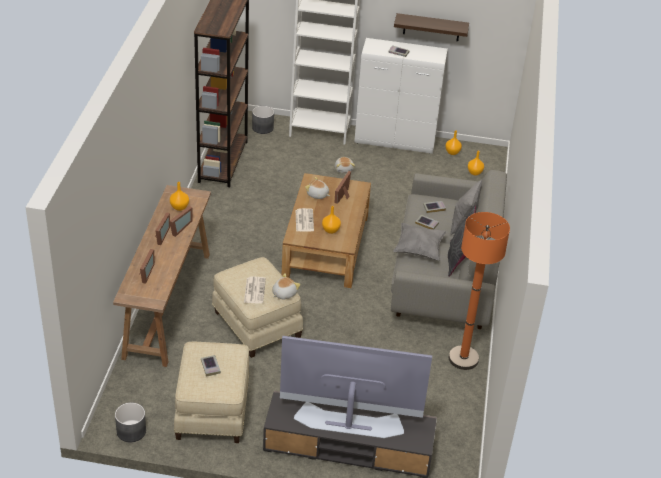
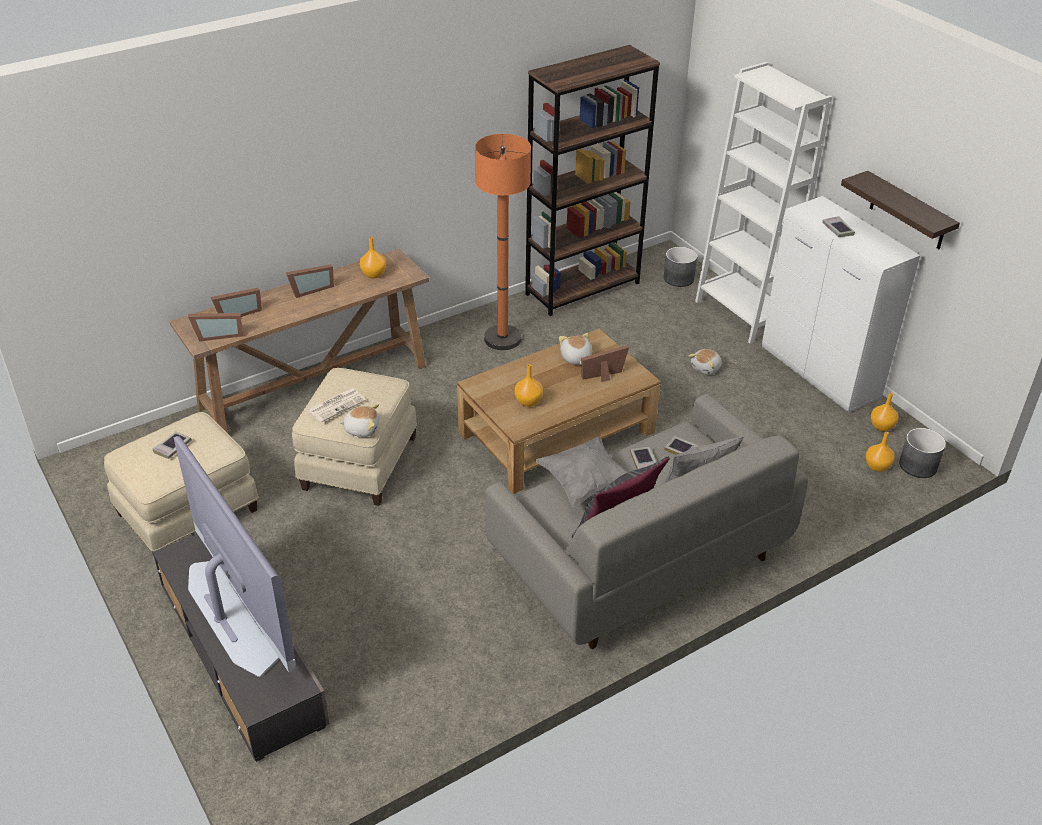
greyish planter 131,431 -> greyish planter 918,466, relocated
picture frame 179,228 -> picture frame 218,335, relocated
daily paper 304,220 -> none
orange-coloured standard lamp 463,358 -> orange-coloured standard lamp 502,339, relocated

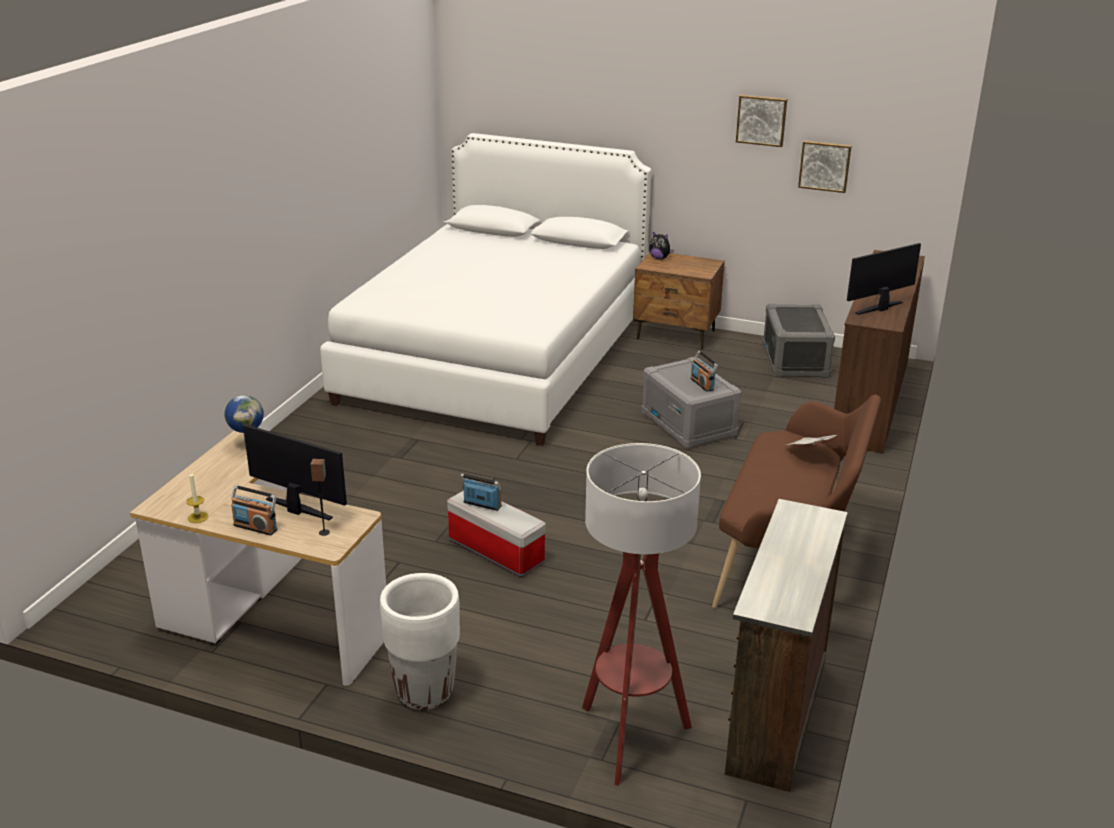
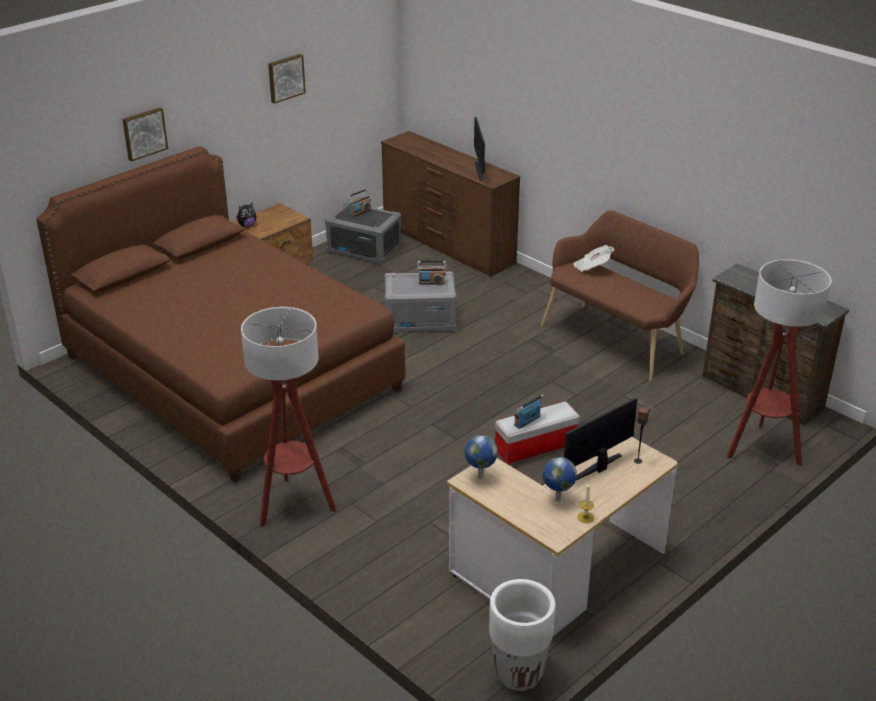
radio set 255,527 -> radio set 360,212, relocated
white bedroom bed 497,359 -> brown-coloured bedroom bed 231,373
white planter 424,693 -> white planter 518,674, relocated
wall picture 825,166 -> wall picture 144,133, relocated
none -> standard lamp 294,504
none -> desk globe 557,499

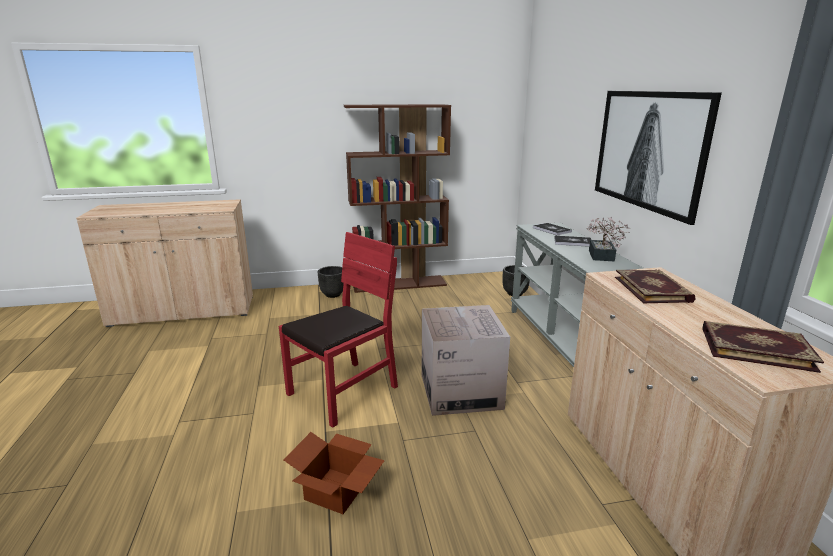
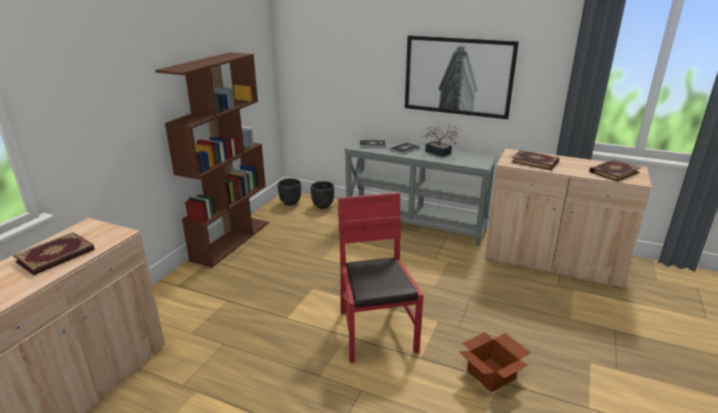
black-coloured planter 333,294 -> black-coloured planter 290,202, relocated
cardboard box 460,391 -> none
none -> bound book 56,256

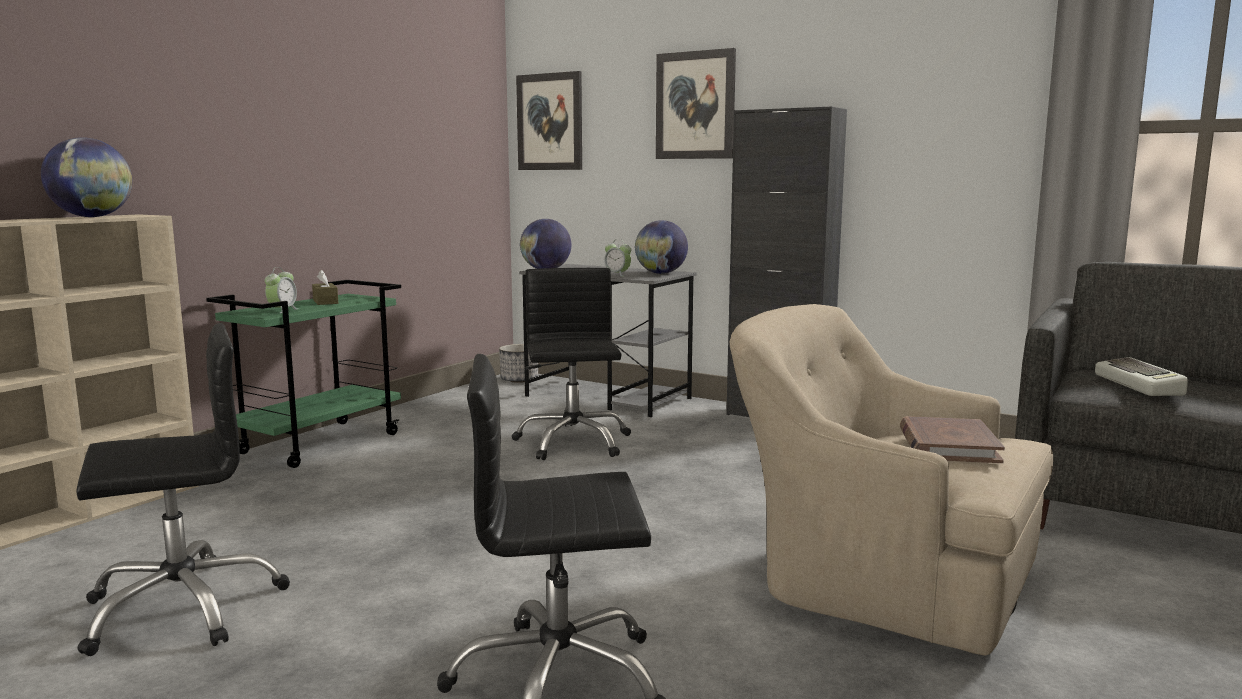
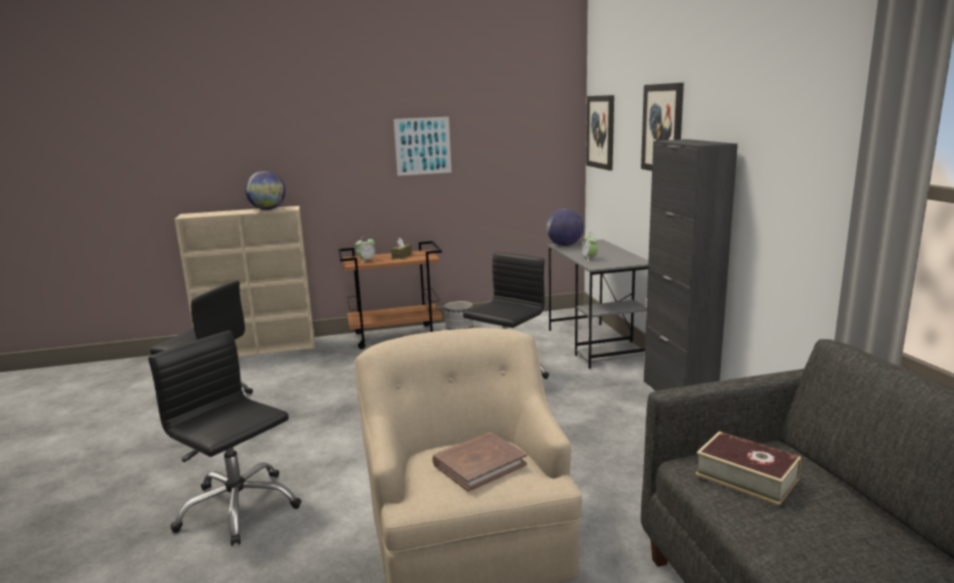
green trolley 320,443 -> brown-coloured trolley 396,336
planter 519,380 -> planter 459,328, relocated
desk globe 661,273 -> none
computer keyboard 1141,385 -> bound book 746,477
none -> wall picture 423,146

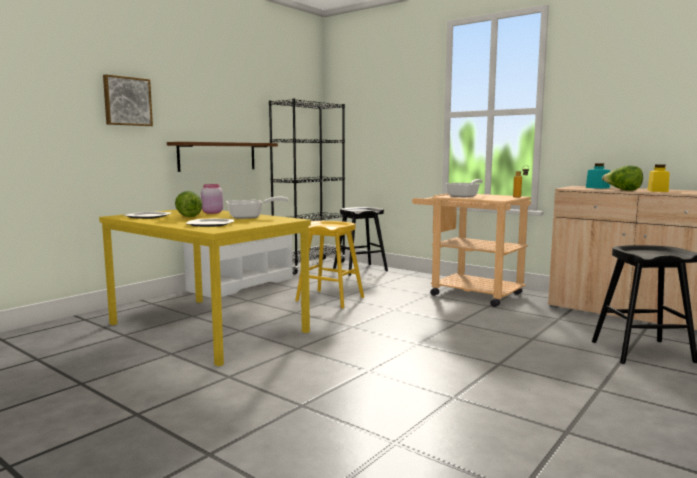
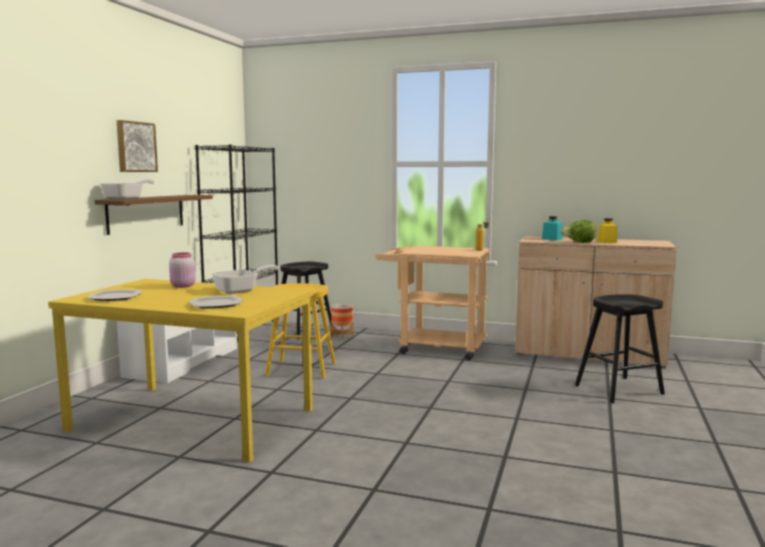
wall picture 127,101 -> wall picture 135,147, relocated
lettuce 188,216 -> none
frying pan 465,196 -> frying pan 127,198, relocated
none -> planter 342,335

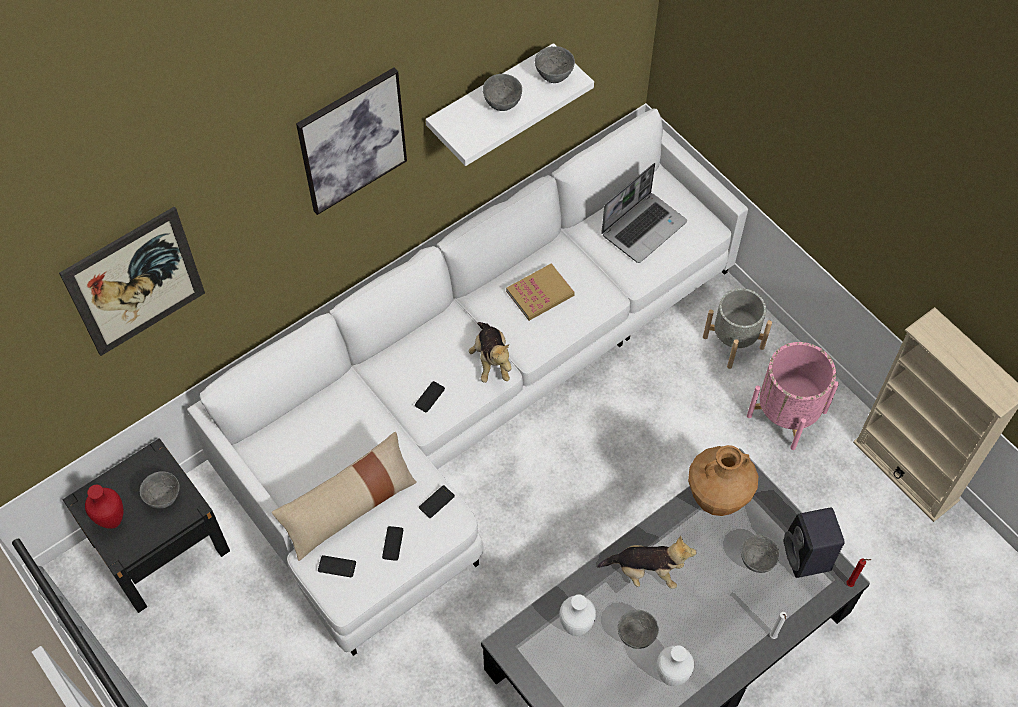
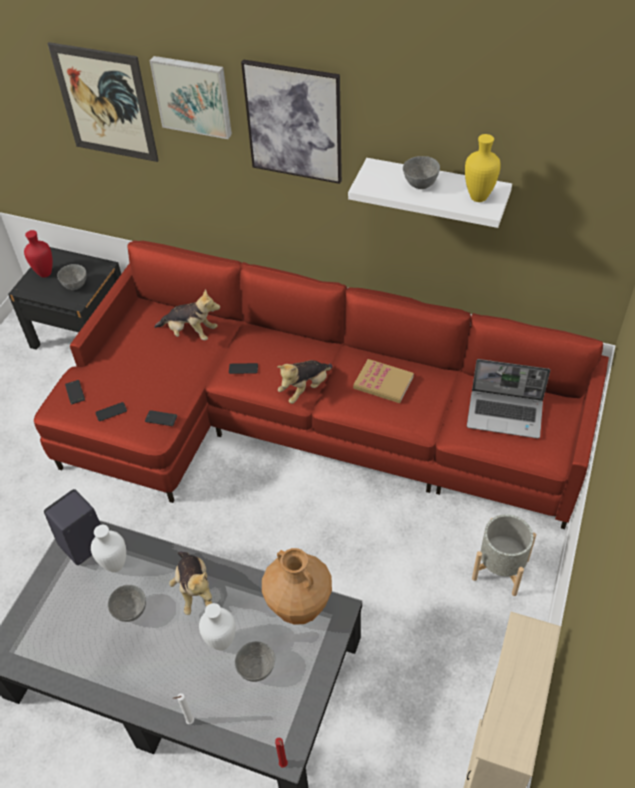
white settee 469,397 -> red-coloured settee 306,424
beige throw pillow 350,508 -> none
greyish serving bowl 554,77 -> yellow flower vase 477,198
white flower vase 672,676 -> white flower vase 222,643, relocated
pink planter 786,414 -> none
black-coloured loudspeaker 808,557 -> black-coloured loudspeaker 82,545, relocated
none -> wall picture 193,95
none -> soft toy 190,332

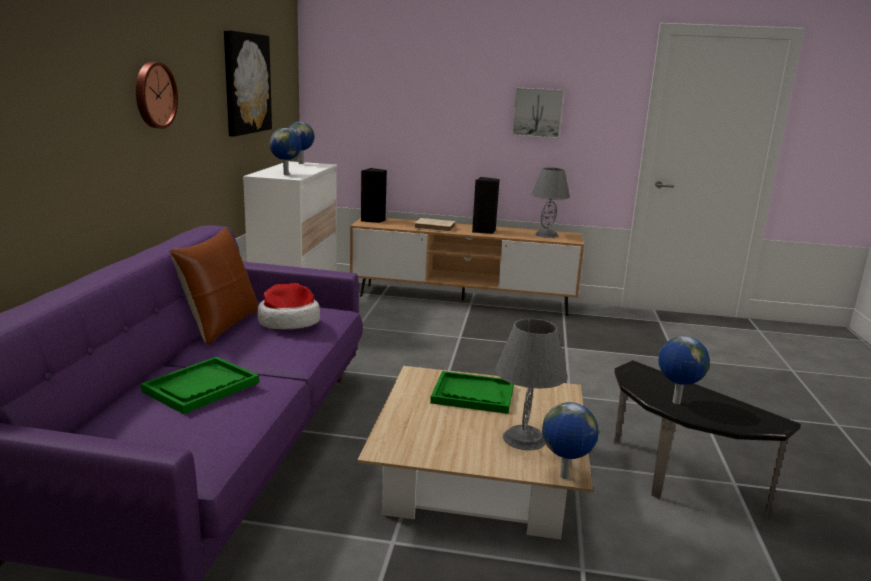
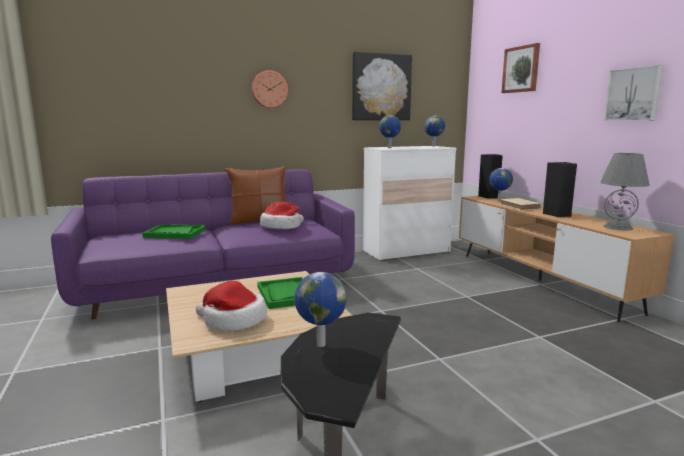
greyish lamp for a table 525,438 -> clothing hat 233,320
desk globe 564,477 -> desk globe 498,201, relocated
none -> wall picture 521,69

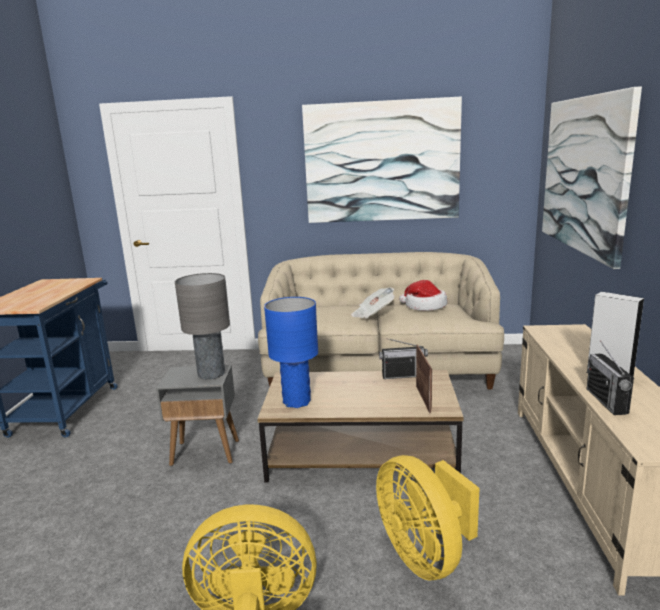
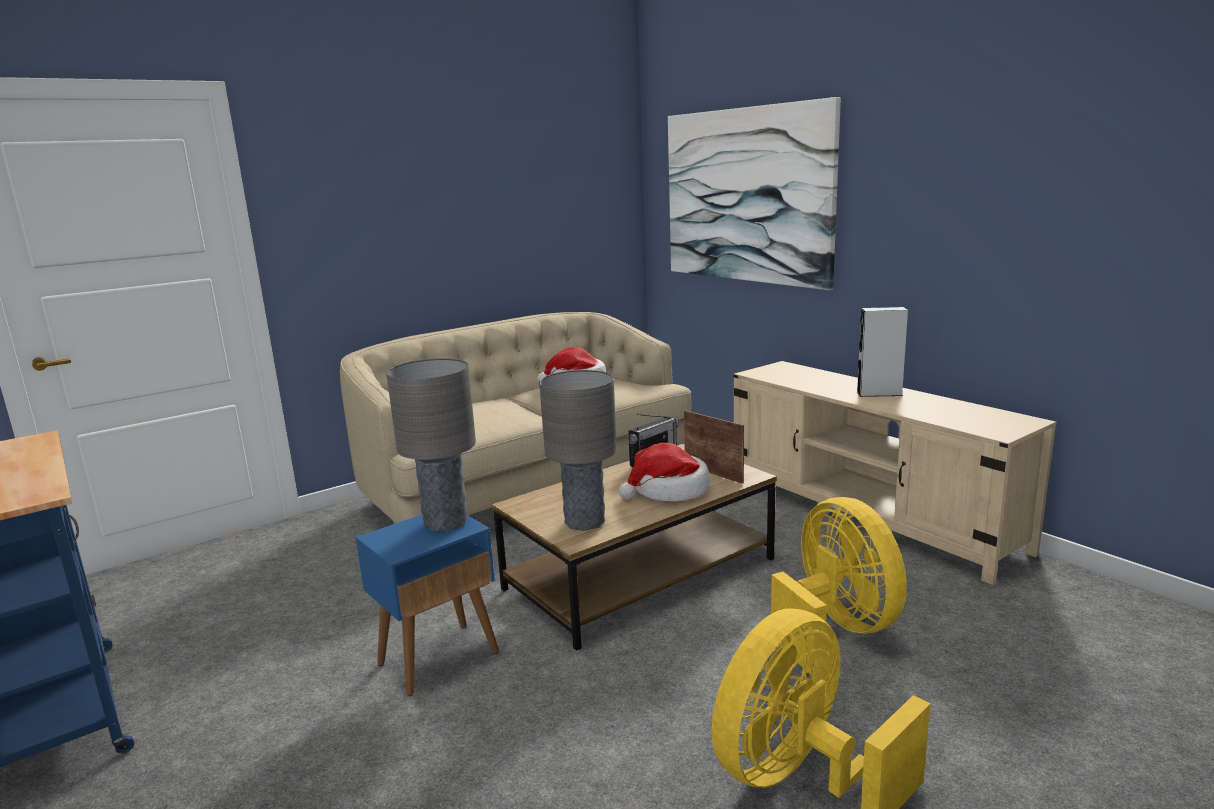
greyish end table 206,452 -> bluish end table 439,657
bluish lamp for a table 296,401 -> greyish lamp for a table 584,522
wall picture 381,162 -> none
daily paper 373,314 -> none
yellow cooling fan 425,555 -> yellow cooling fan 835,630, 135 degrees counterclockwise
radio set 606,401 -> none
none -> clothing hat 668,490

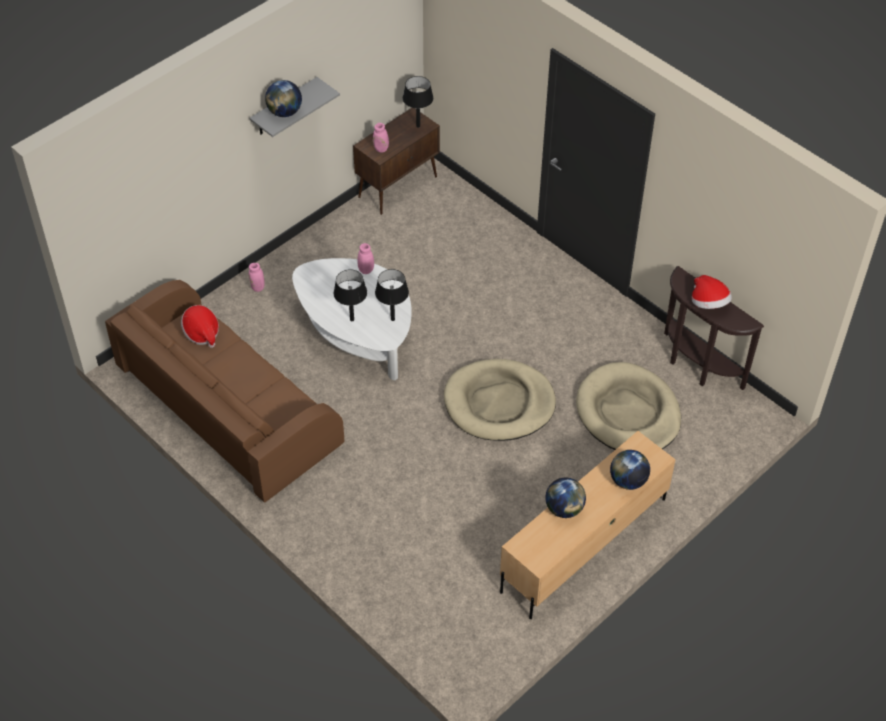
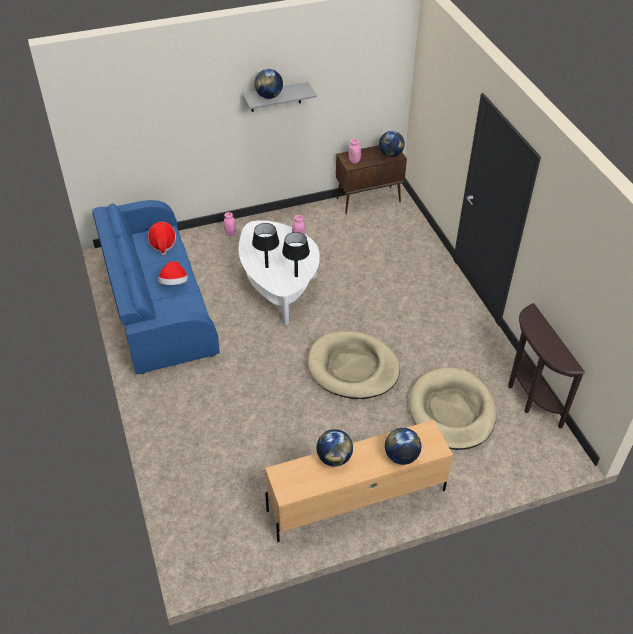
brown-coloured settee 227,407 -> bluish settee 157,302
black-coloured lamp for a table 418,126 -> desk globe 390,154
clothing hat 709,303 -> clothing hat 174,283, relocated

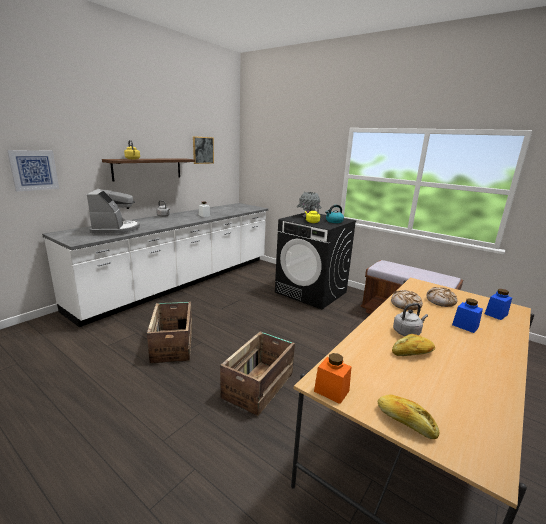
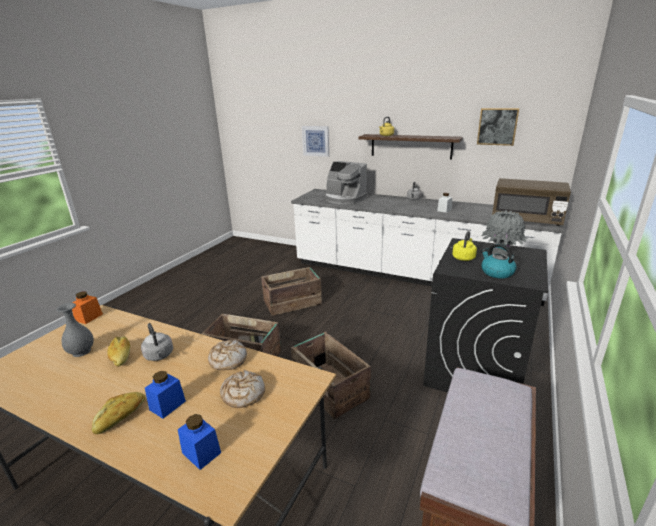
coffee brewer 116,230 -> coffee brewer 344,199, 60 degrees clockwise
bakery bread 405,422 -> bakery bread 121,417, relocated
none -> greyish flower vase 82,351
none -> shipping crate 330,387
none -> brown-coloured microwave oven 526,220

